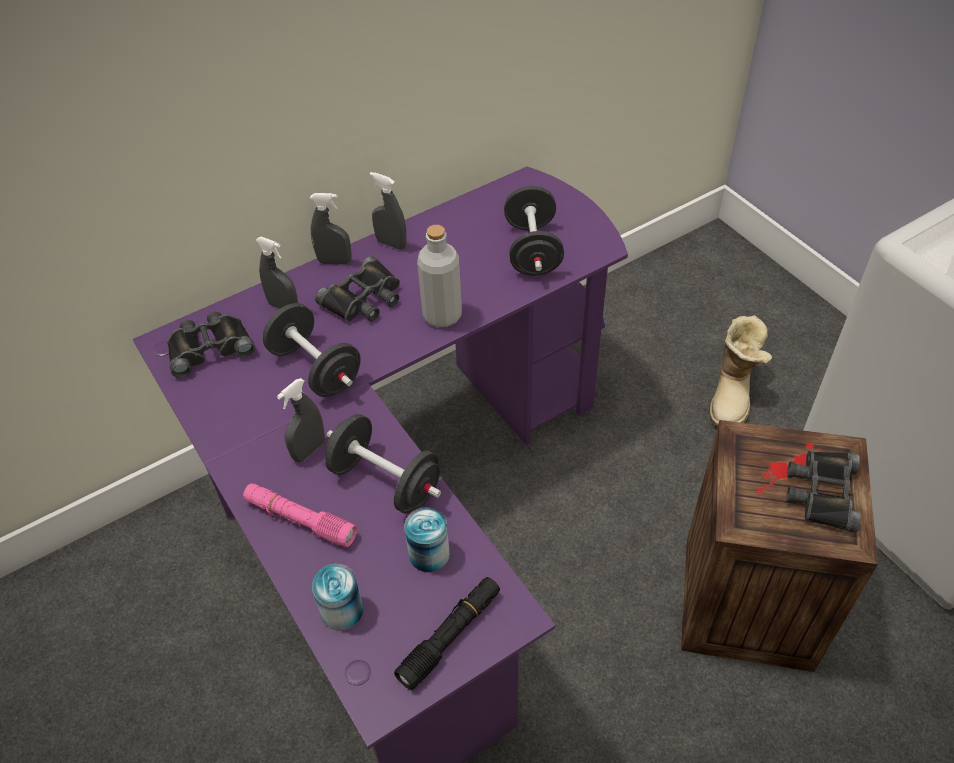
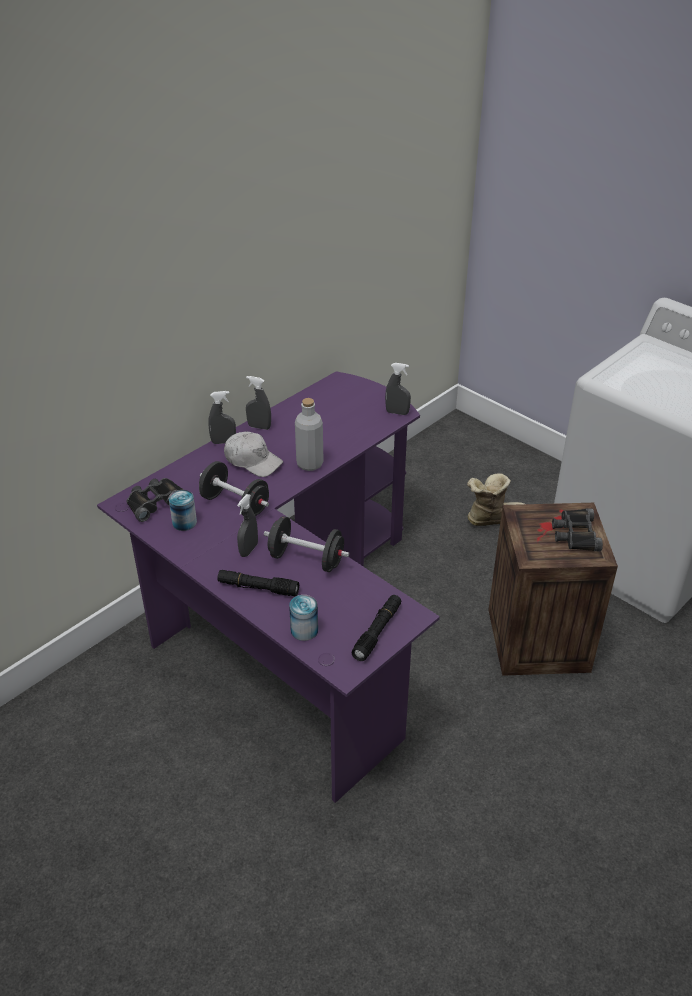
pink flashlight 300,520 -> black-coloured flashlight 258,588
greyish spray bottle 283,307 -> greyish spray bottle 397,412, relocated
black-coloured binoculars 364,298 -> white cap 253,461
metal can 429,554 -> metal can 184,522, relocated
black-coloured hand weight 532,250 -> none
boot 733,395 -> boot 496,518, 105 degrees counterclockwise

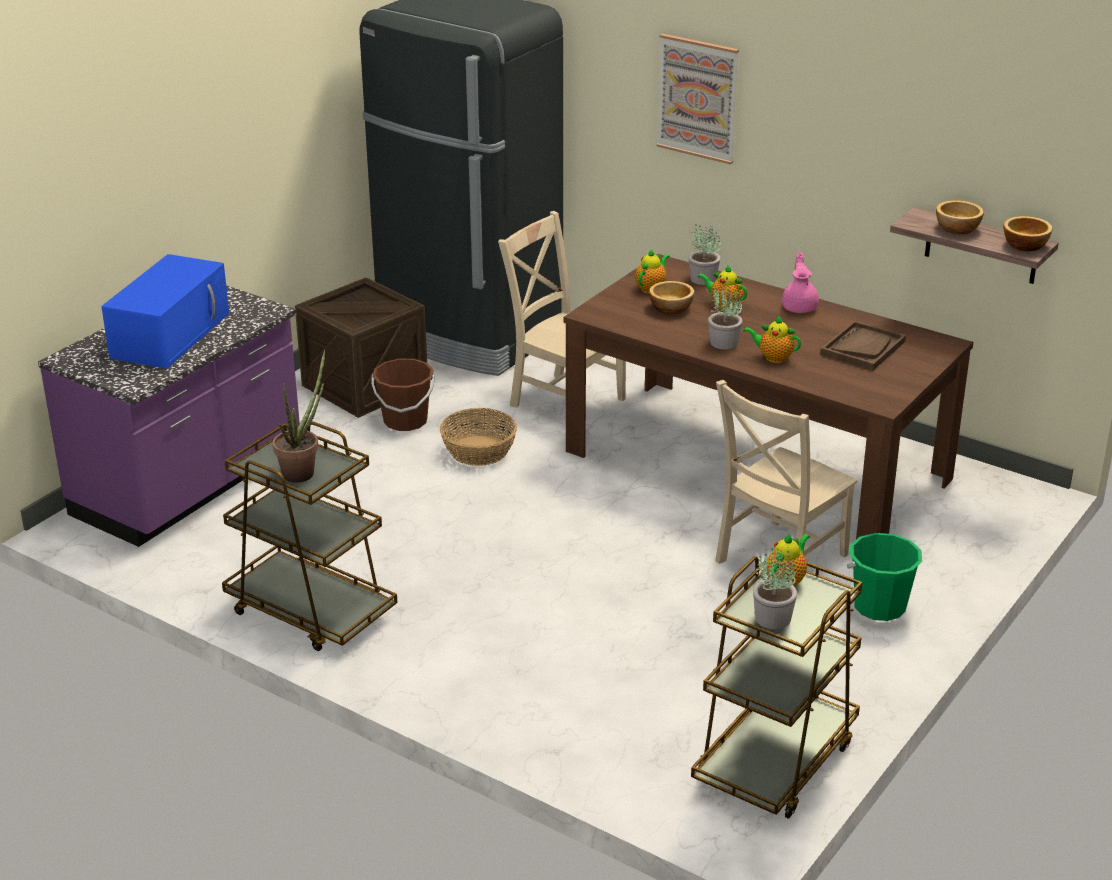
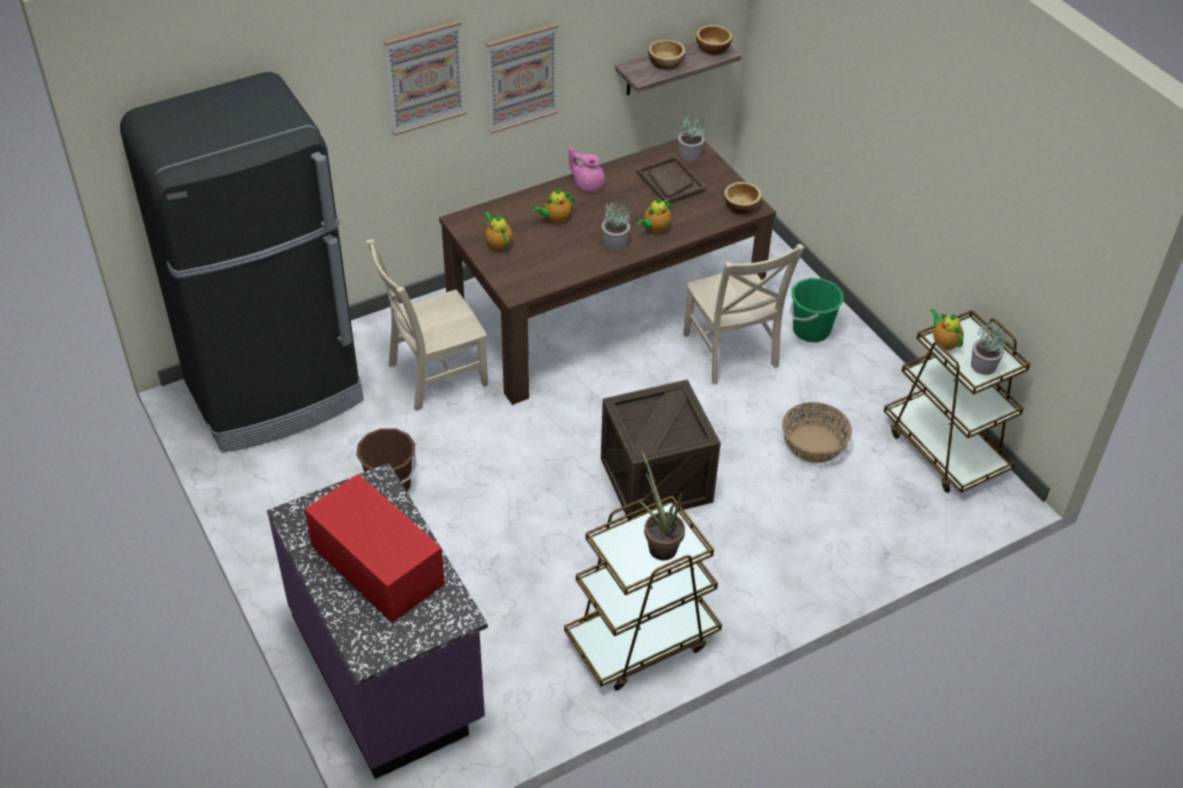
bluish microwave oven 171,334 -> red-coloured microwave oven 375,564
shipping crate 365,385 -> shipping crate 656,480, relocated
storage basket 479,450 -> storage basket 813,443, relocated
serving bowl 672,307 -> serving bowl 741,205, relocated
plant in a pot 702,279 -> plant in a pot 689,155, relocated
none -> wall picture 522,78

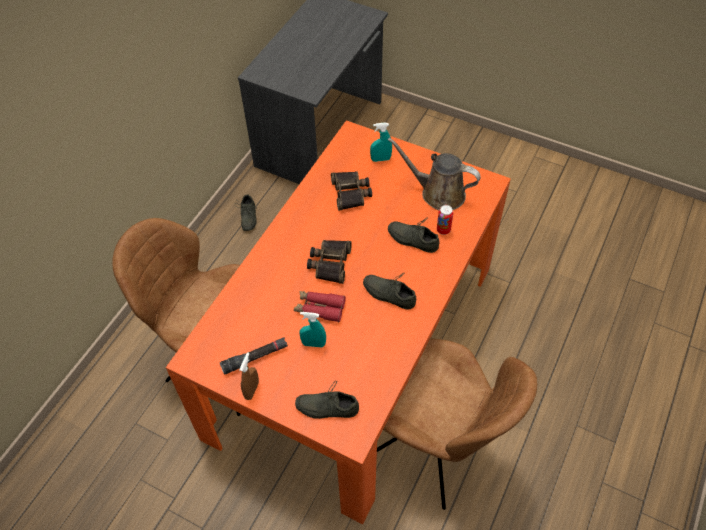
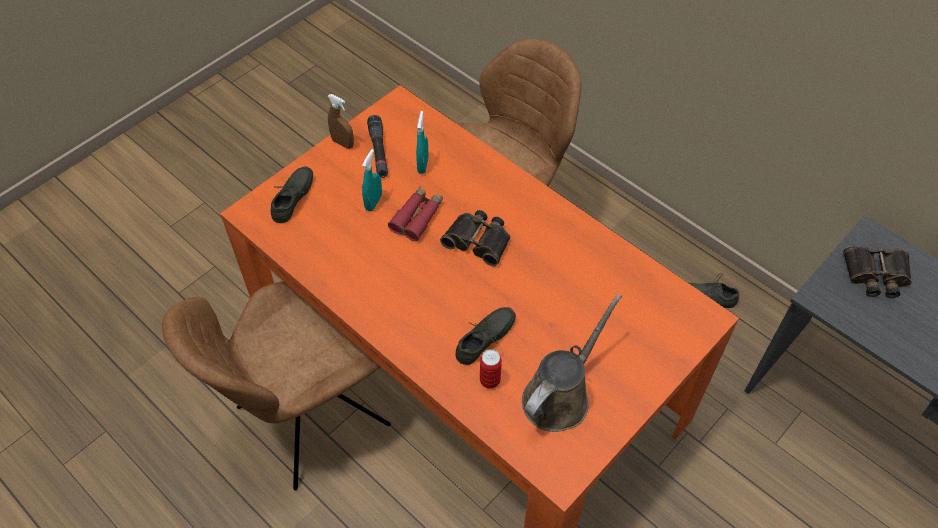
binoculars 351,193 -> binoculars 875,276, relocated
greyish item of footwear 390,293 -> none
blue-green spray bottle 380,159 -> blue-green spray bottle 423,165, relocated

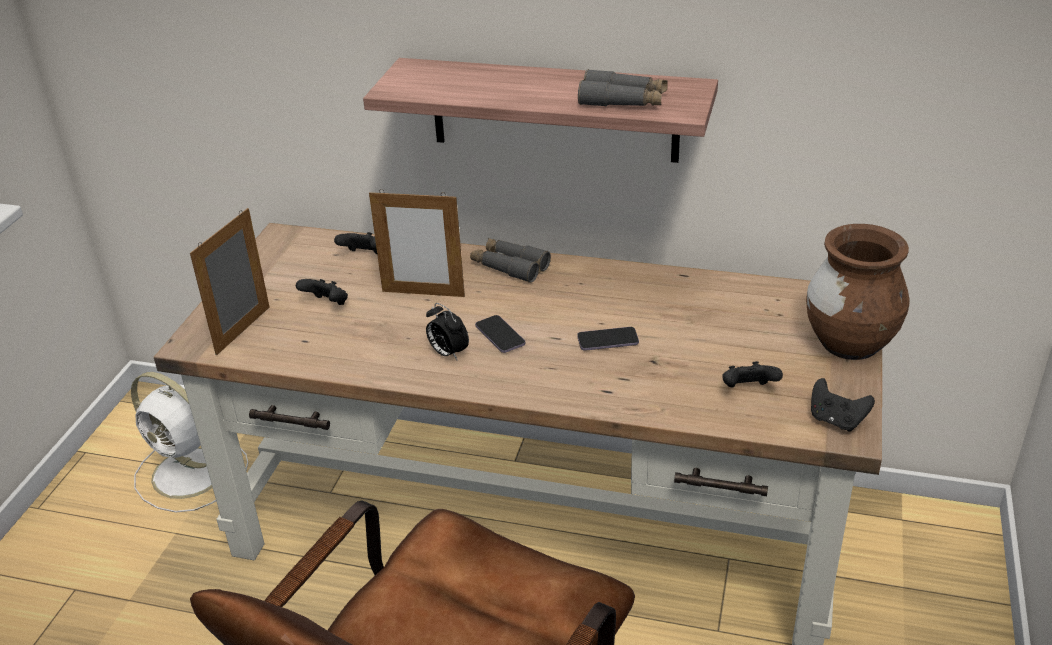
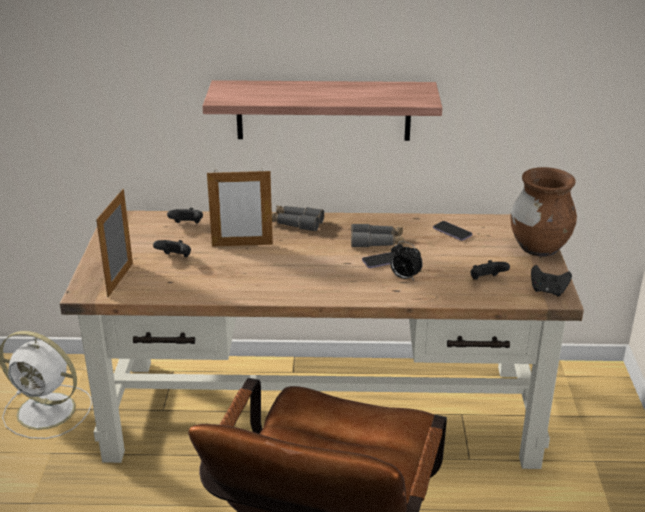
table clock 447,353 -> table clock 404,277, relocated
handset 500,335 -> handset 452,232, relocated
greyish binoculars 623,101 -> greyish binoculars 377,242, relocated

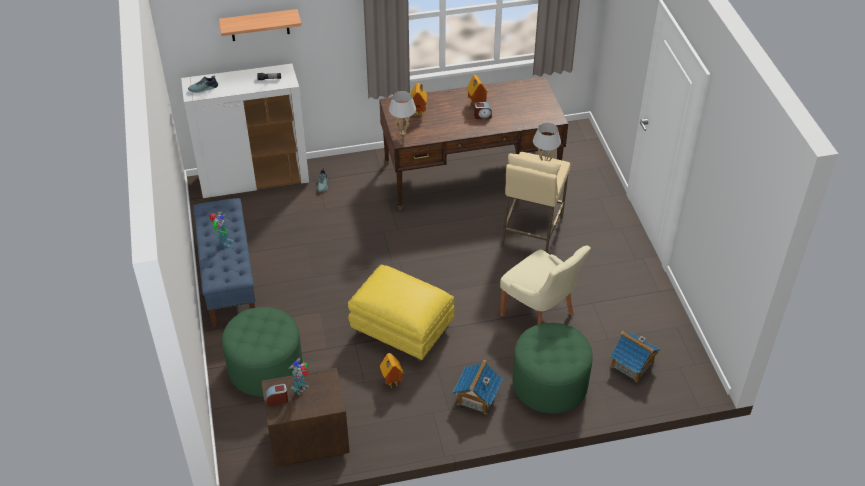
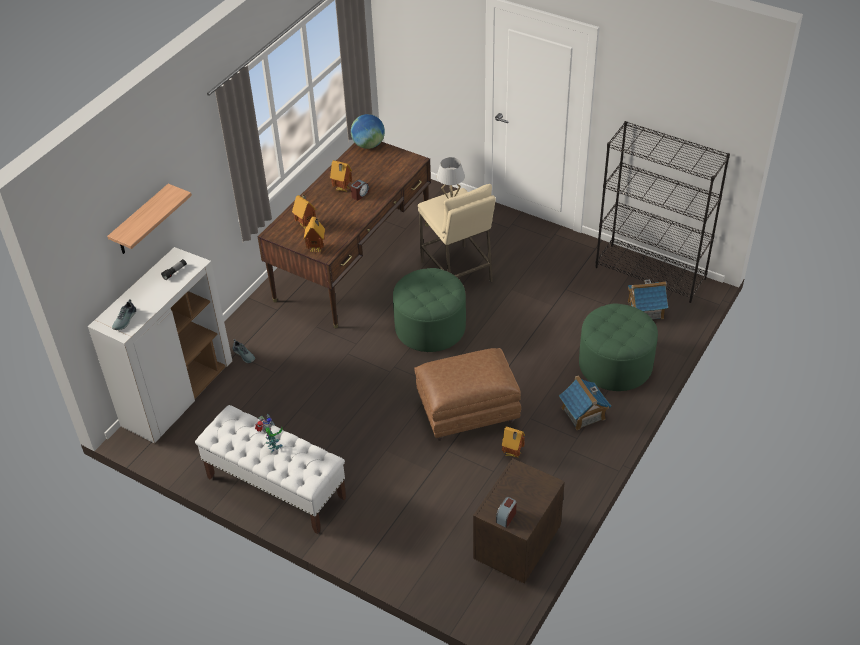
bluish long seat 229,280 -> white long seat 275,487
green footrest 265,368 -> green footrest 430,327, relocated
model robot 301,388 -> none
yellow footrest 401,331 -> brown-coloured footrest 466,413
white lamp for a table 402,133 -> miniature house 317,249
beige chair 540,315 -> none
none -> desk globe 368,145
none -> black-coloured bookshelf 651,273

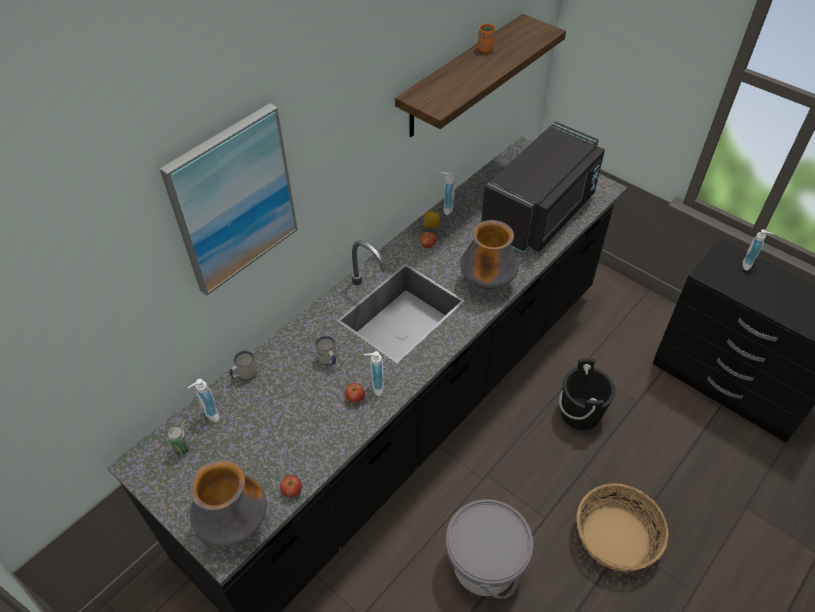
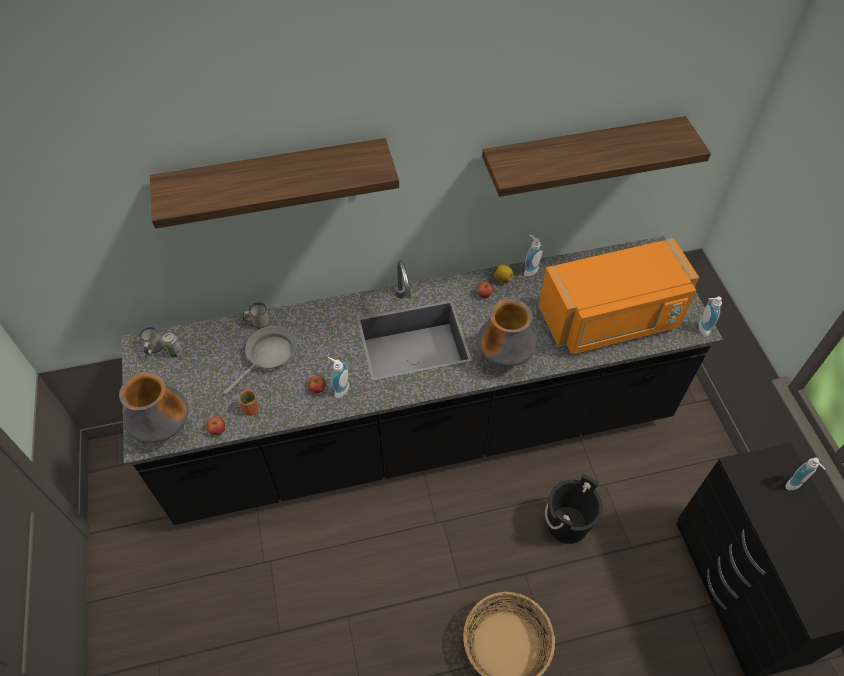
wall picture 233,200 -> bracket shelf 274,179
soap bottle 209,415 -> soap bottle 701,328, relocated
white coffee mug 328,360 -> white coffee mug 153,349, relocated
greyish water bucket 485,564 -> none
orange-coloured drinking cup 485,49 -> orange-coloured drinking cup 251,409, relocated
black-coloured microwave oven 540,214 -> orange-coloured microwave oven 611,320
none -> greyish frying pan 269,356

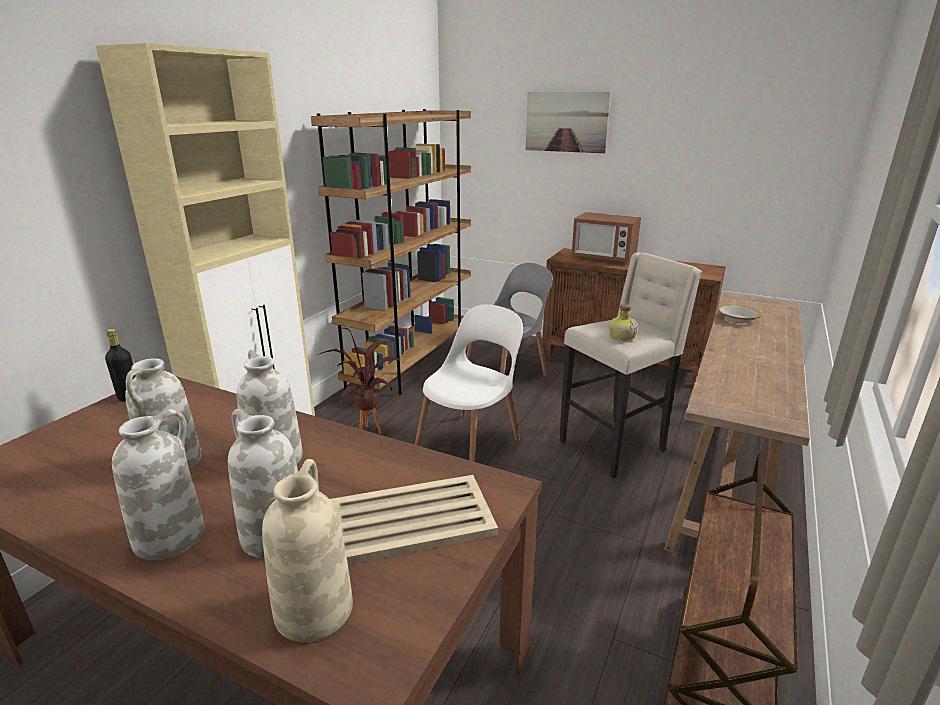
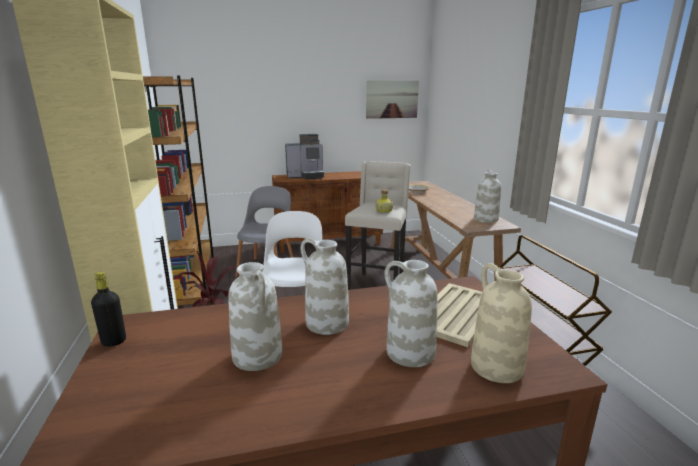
white flower vase 170,536 -> white flower vase 485,219, relocated
wall picture 566,122 -> wall picture 392,99, relocated
microwave oven 603,258 -> coffee brewer 306,176

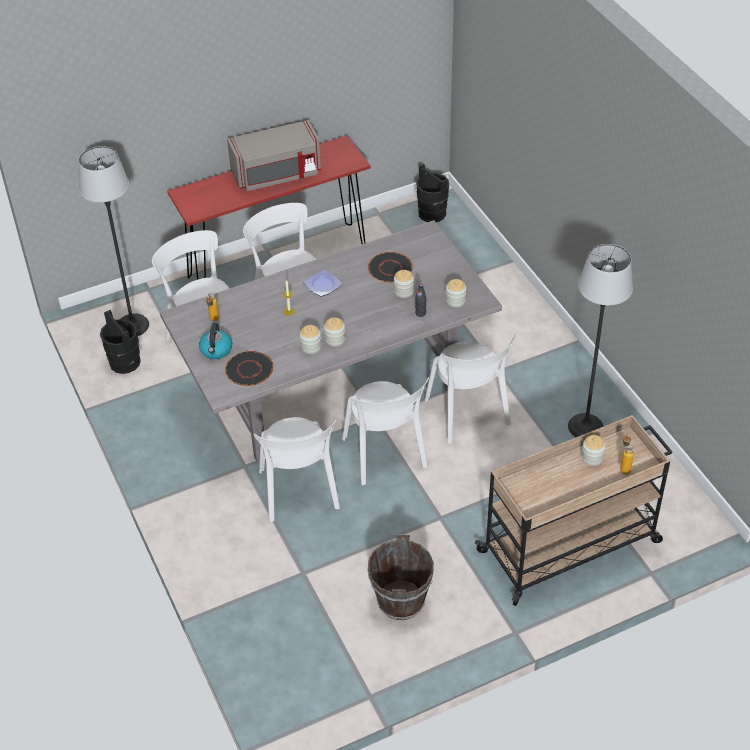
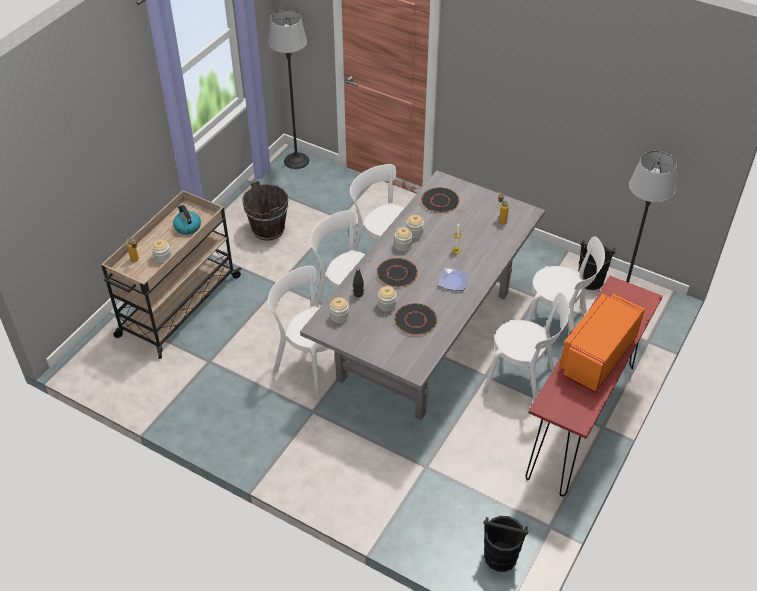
water kettle 216,350 -> water kettle 187,227, relocated
greyish microwave oven 277,174 -> orange-coloured microwave oven 596,355
standard lamp 586,426 -> standard lamp 296,161, relocated
none -> black-coloured dinner plate 397,273

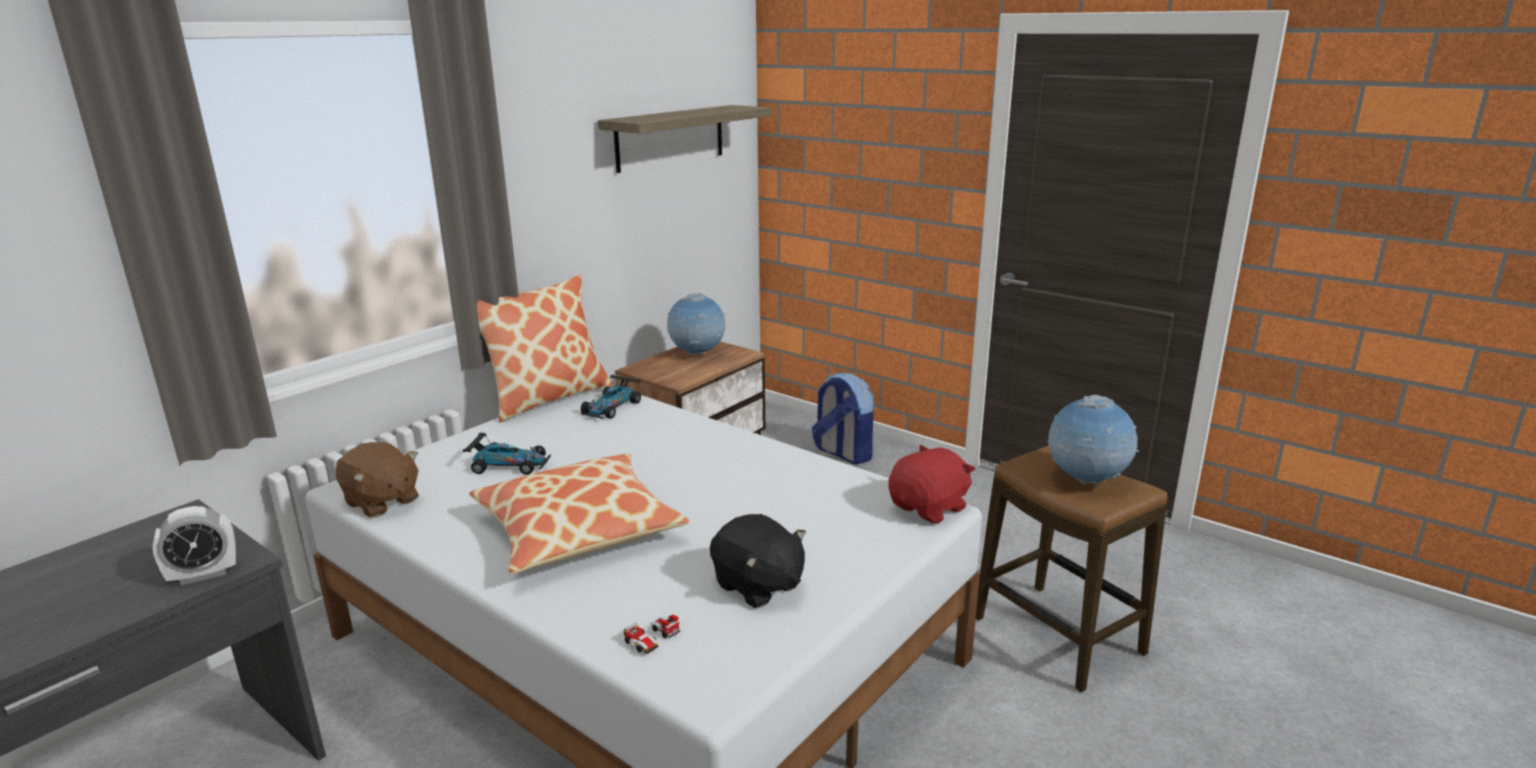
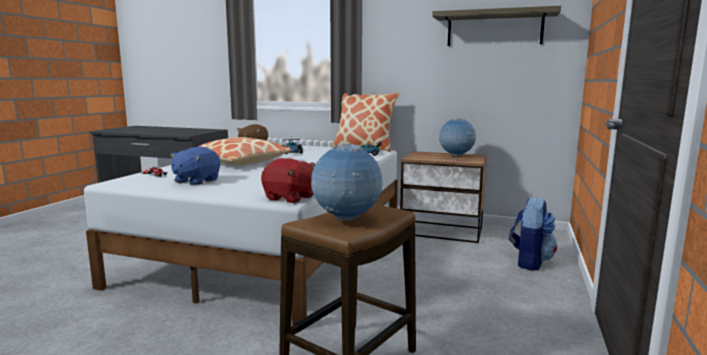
table clock 203,575 -> none
black-coloured soft toy 758,586 -> bluish soft toy 196,181

